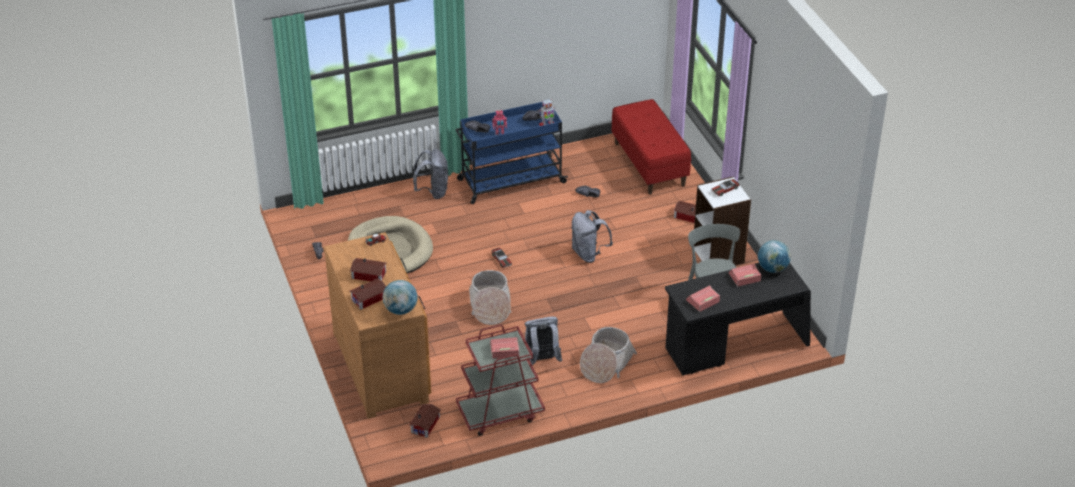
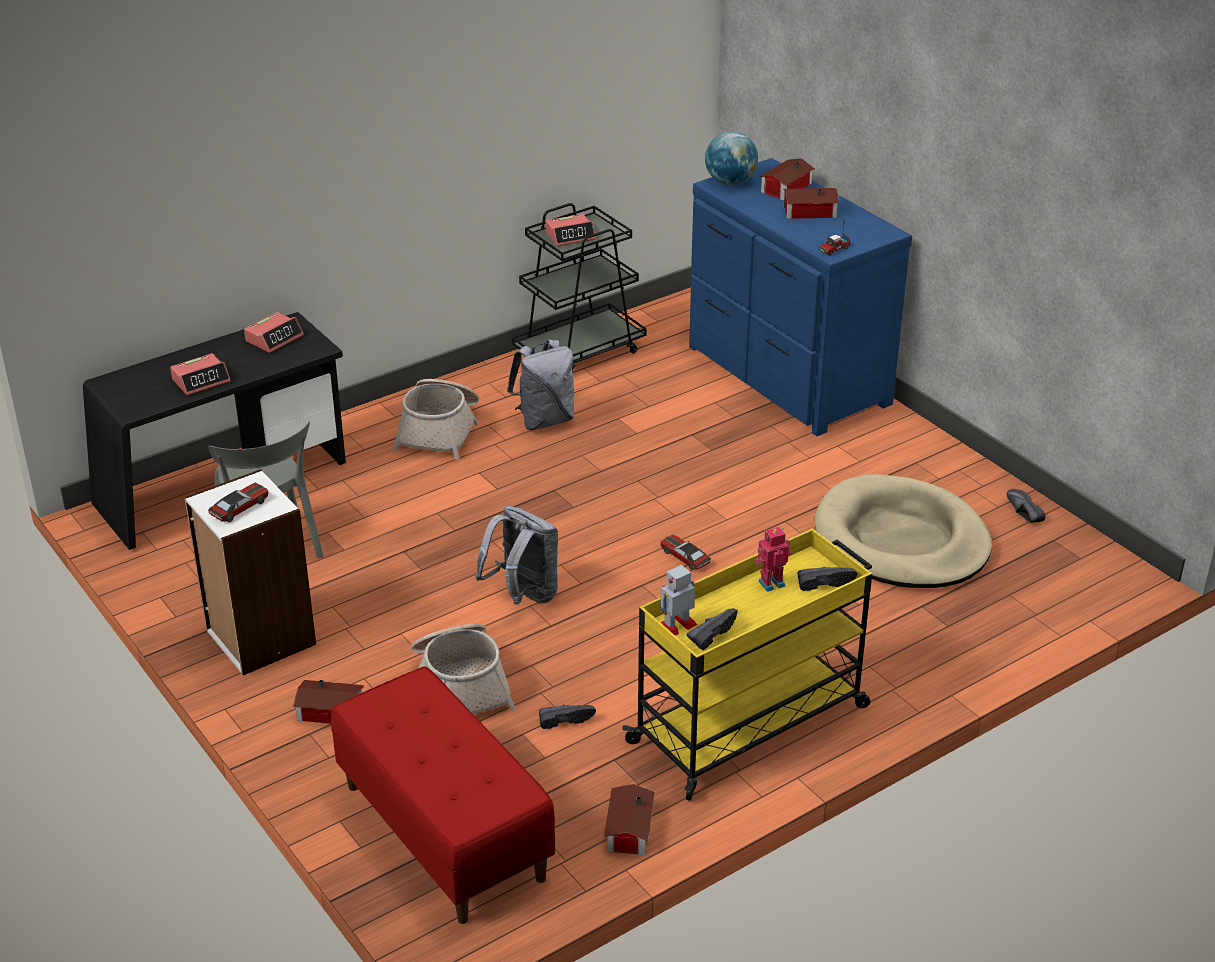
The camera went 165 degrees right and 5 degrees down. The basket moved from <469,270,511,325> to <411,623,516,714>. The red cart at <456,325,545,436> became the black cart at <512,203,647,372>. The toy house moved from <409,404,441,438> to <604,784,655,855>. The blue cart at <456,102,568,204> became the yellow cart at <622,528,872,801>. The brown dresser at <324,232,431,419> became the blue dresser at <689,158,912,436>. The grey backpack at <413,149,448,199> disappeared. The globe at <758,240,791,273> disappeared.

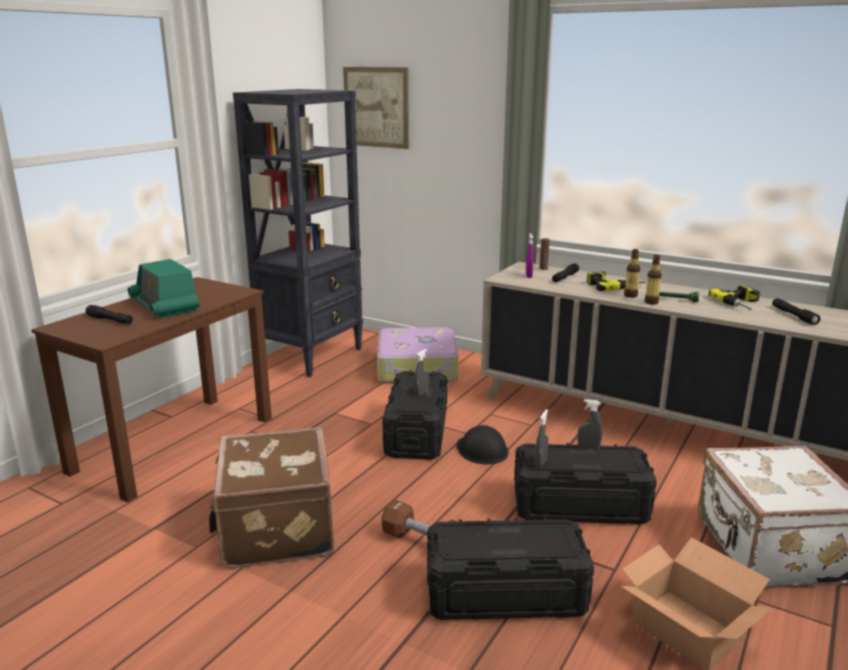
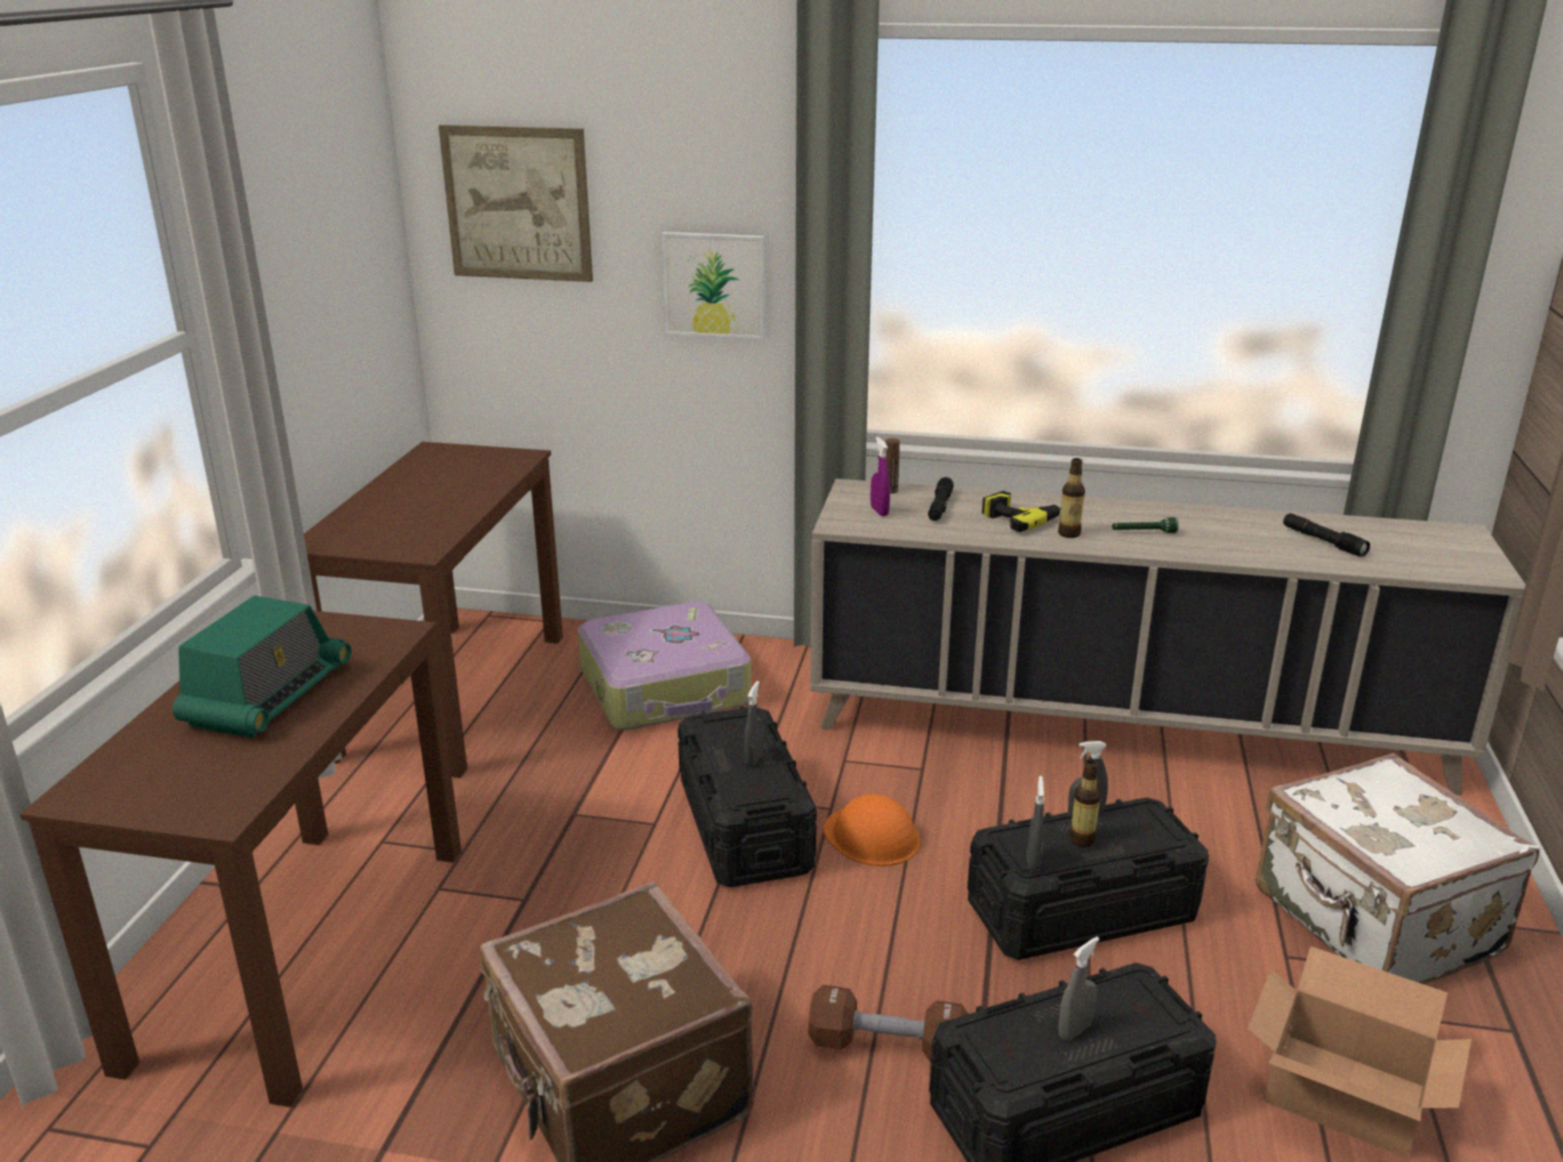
The camera went 20 degrees left and 5 degrees up. The radio at <128,259,199,318> turned 105 degrees counterclockwise. The black bookcase at <233,89,363,377> was replaced by the brown desk at <304,442,563,778>. The picture at <662,232,765,340> appeared. The black hard hat at <456,425,509,464> became the orange hard hat at <823,794,920,866>. The grey spray bottle at <1058,937,1099,1041> appeared. The bottle moved from <645,255,662,305> to <1069,759,1101,847>. The black flashlight at <86,305,133,324> disappeared. The power drill at <709,286,760,310> disappeared.

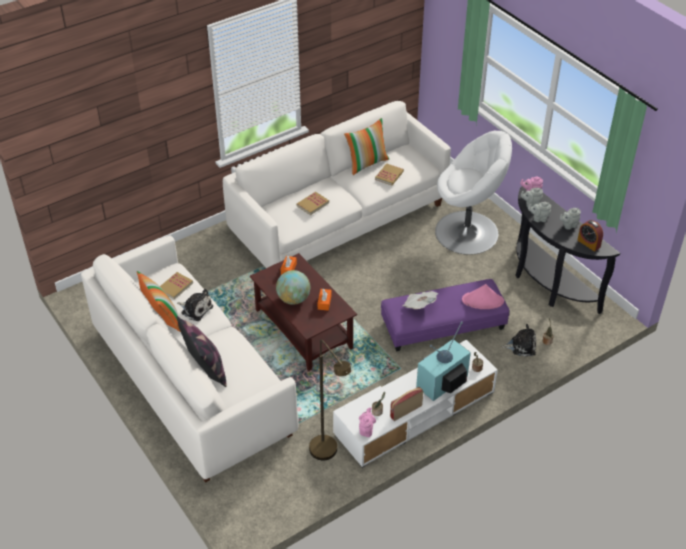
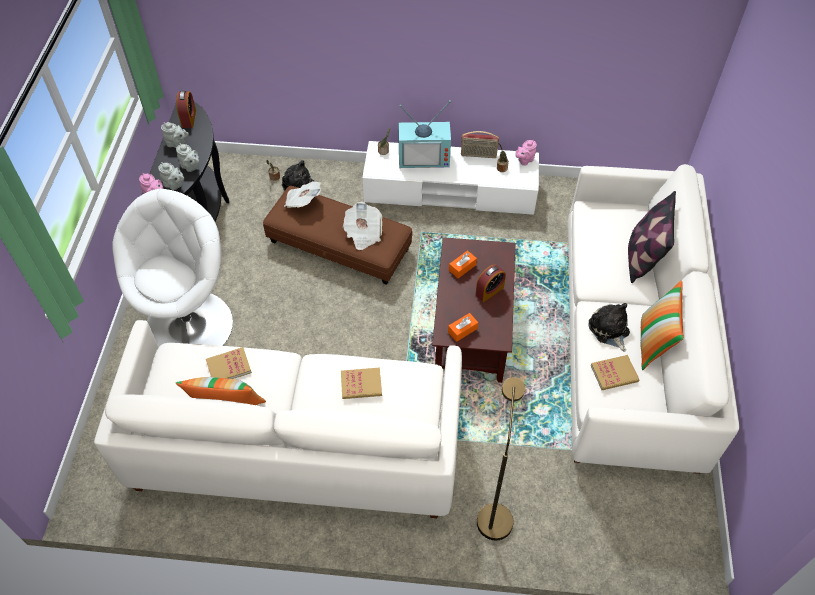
The camera went 140 degrees left and 10 degrees up. The white armchair at <435,131,512,255> turned 75 degrees clockwise. The purple ottoman at <381,279,510,351> became the brown ottoman at <263,186,413,285>. The pink hat at <462,284,504,309> was replaced by the newspaper at <284,181,321,208>. The globe at <276,270,310,305> was replaced by the alarm clock at <476,265,506,302>. The brown floor lamp moved from <309,339,351,460> to <477,377,525,540>.

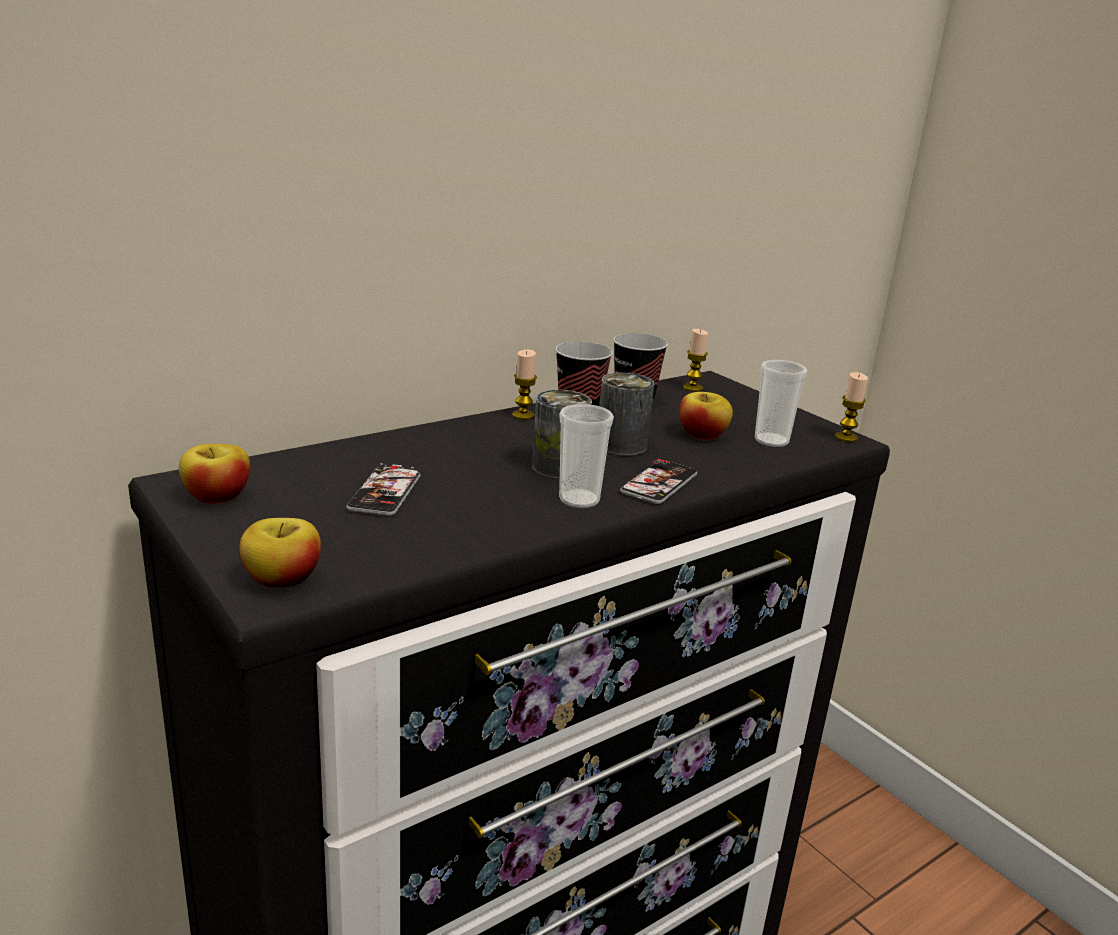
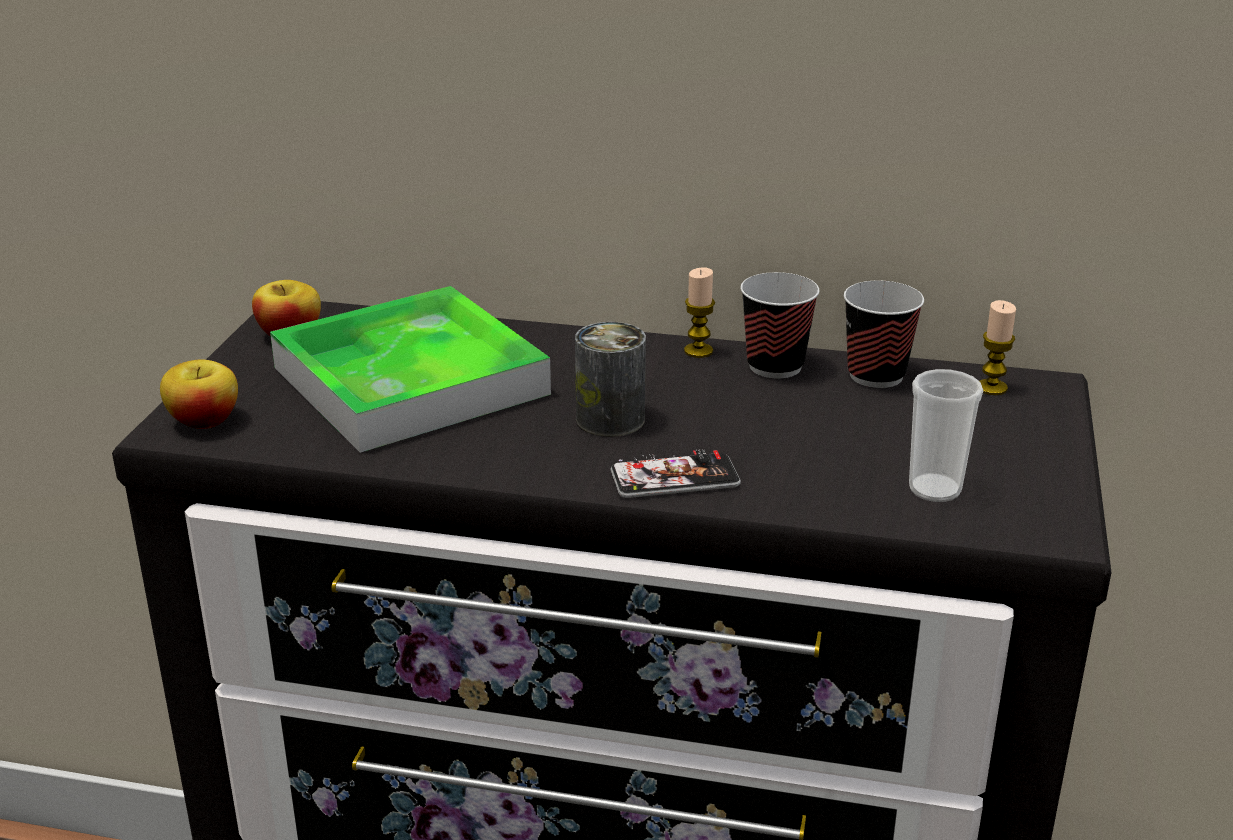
The camera went 50 degrees right and 5 degrees up. The phone at <346,463,420,516> was replaced by the tray at <270,286,551,453>. The cup at <559,404,614,508> disappeared. The can at <599,372,654,456> disappeared. The apple at <679,392,733,441> disappeared. The candle at <835,372,868,442> disappeared.

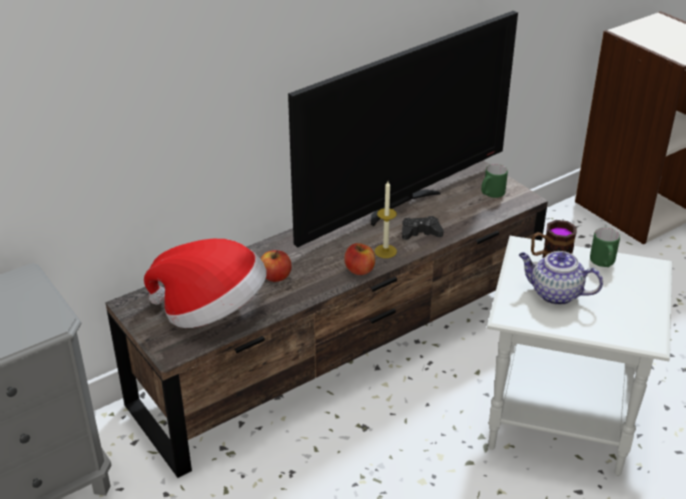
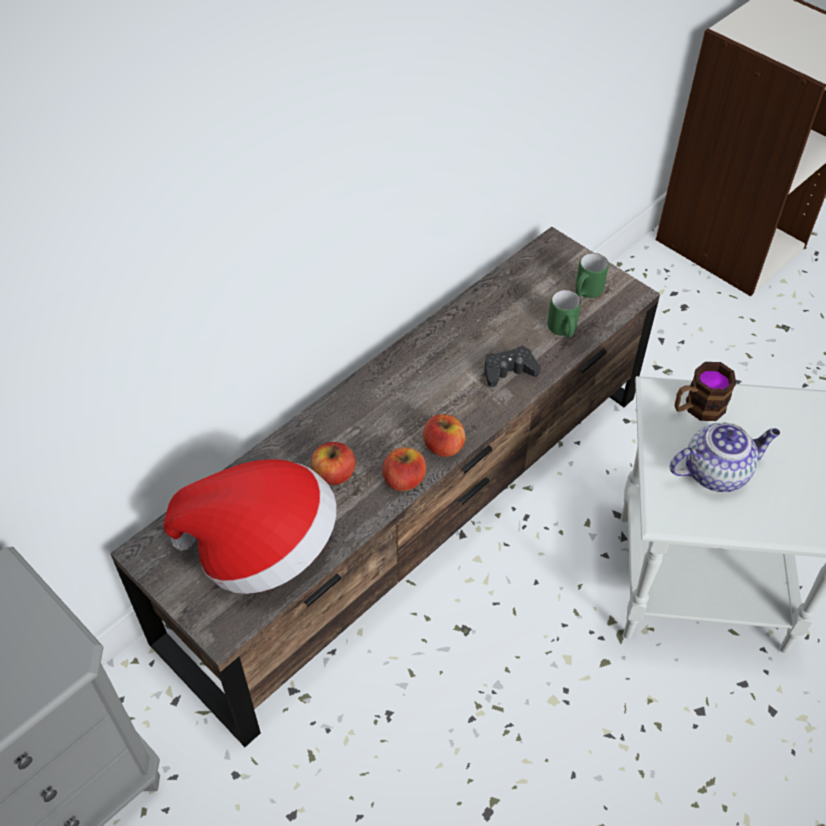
The camera went 10 degrees left and 15 degrees up. The apple at <382,447,426,491> appeared. The green mug moved from <590,228,620,267> to <547,290,581,338>. The teapot at <519,251,603,305> turned 150 degrees clockwise. The television at <288,11,518,247> disappeared. The candle at <375,181,397,258> disappeared.

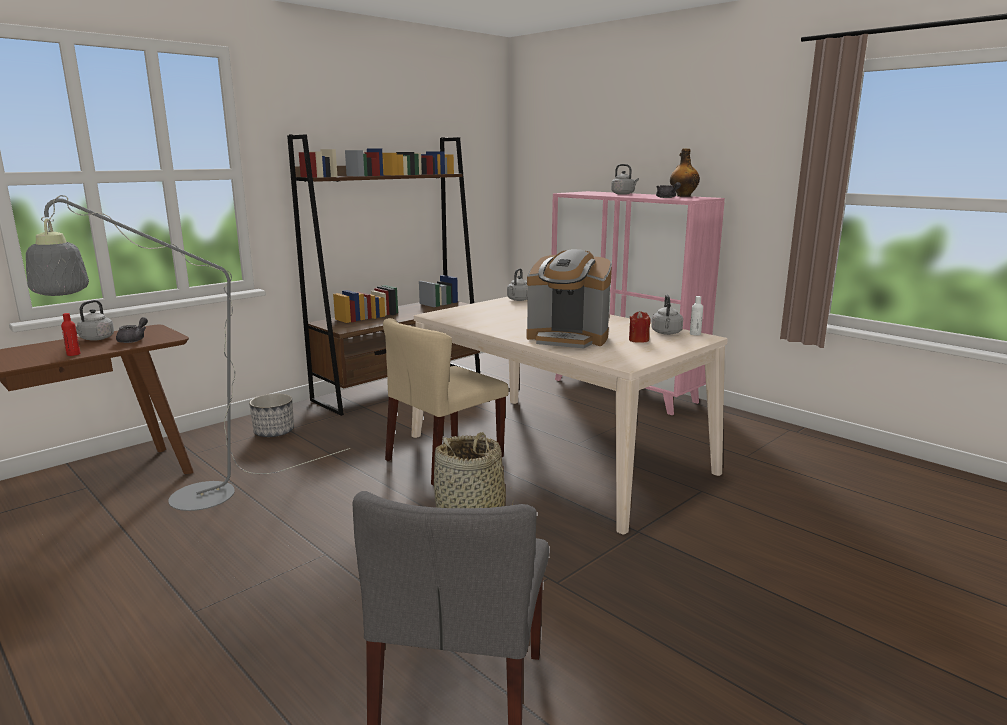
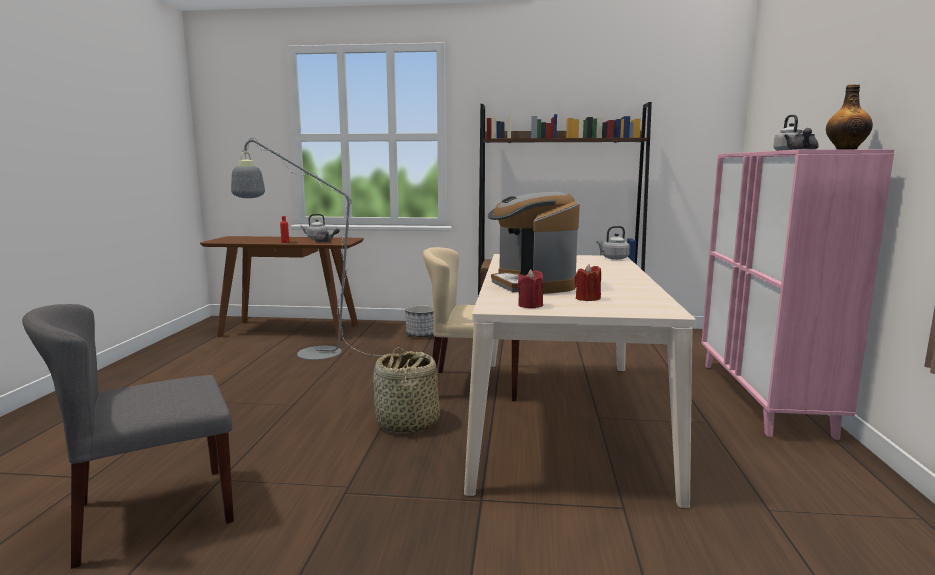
The camera went 50 degrees right and 5 degrees down. The red candle at <517,269,544,308> appeared. The grey kettle at <651,295,683,335> disappeared. The white bottle at <690,296,703,336> disappeared.

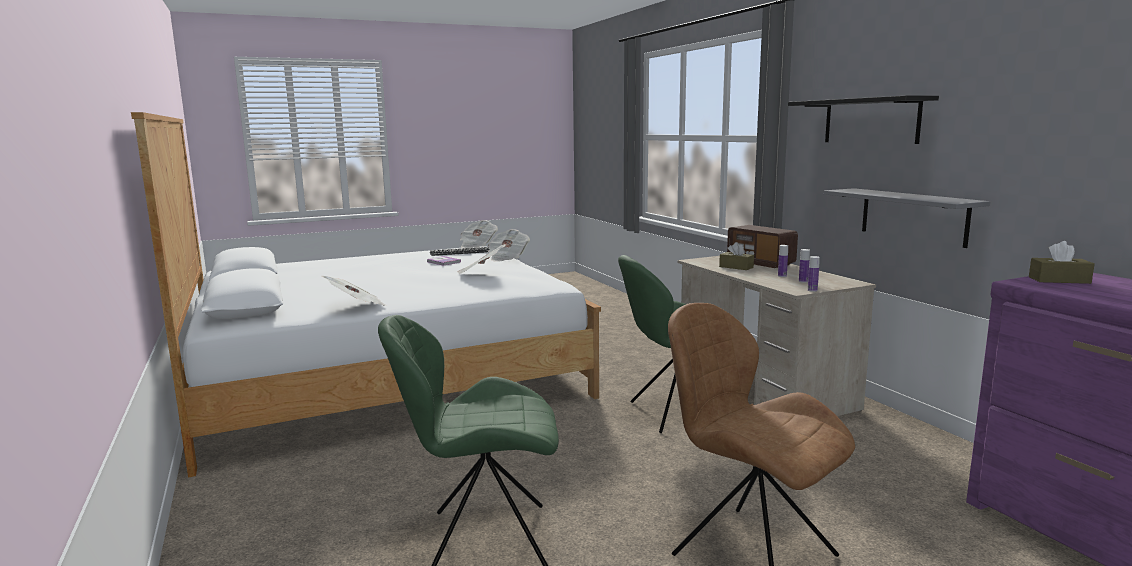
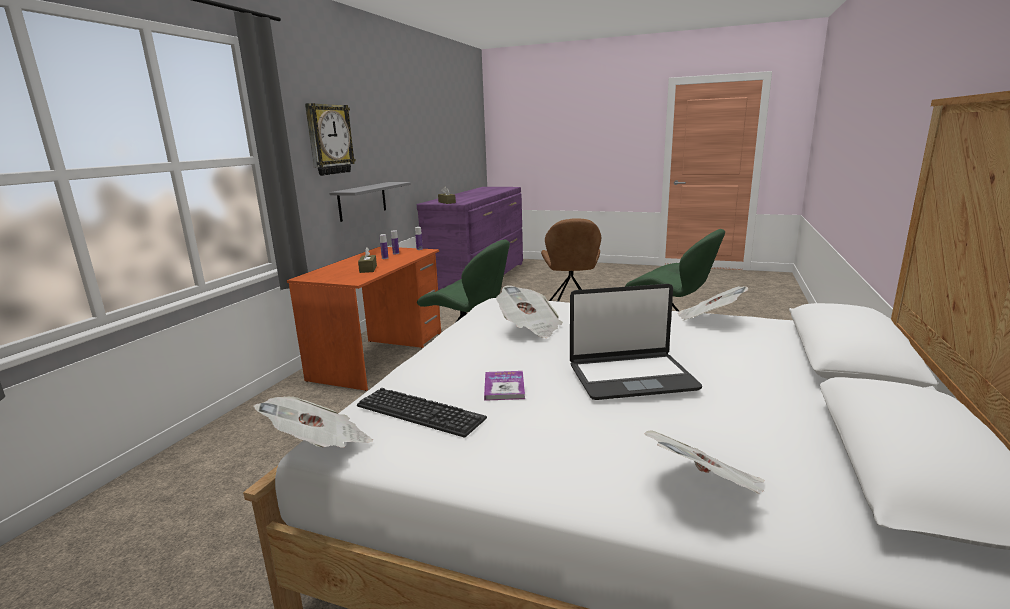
The camera went 135 degrees left and 5 degrees up. The beige desk at <678,256,876,416> became the orange desk at <287,247,441,391>. The black shelf at <788,96,939,144> was replaced by the wall clock at <305,103,356,176>. The laptop at <570,284,702,400> appeared. The newspaper moved from <488,229,530,262> to <644,430,764,494>. The radio at <727,225,798,268> disappeared.

